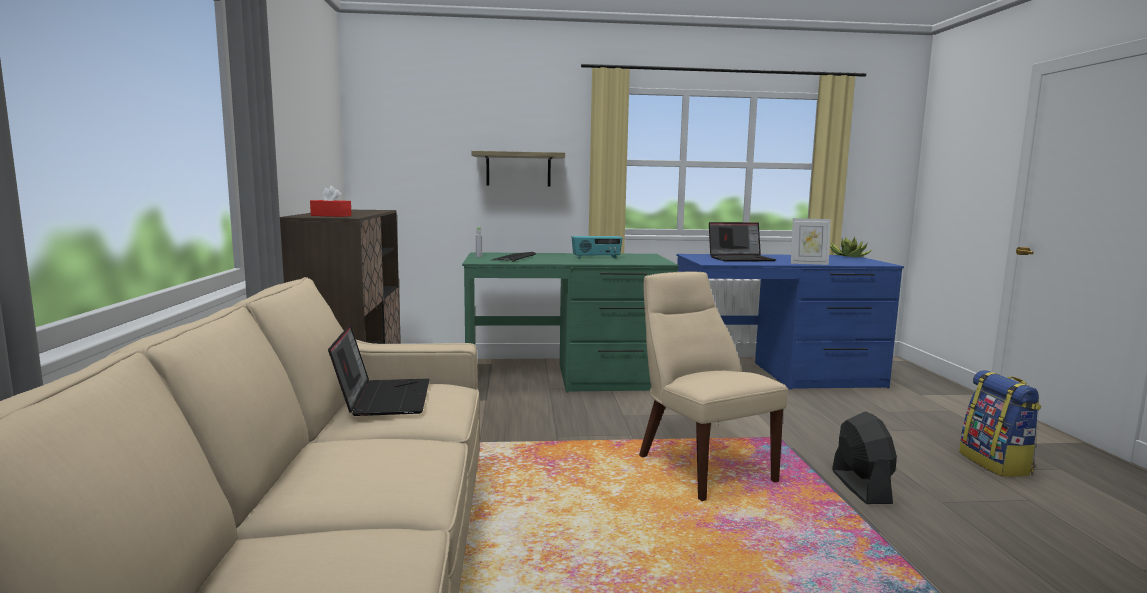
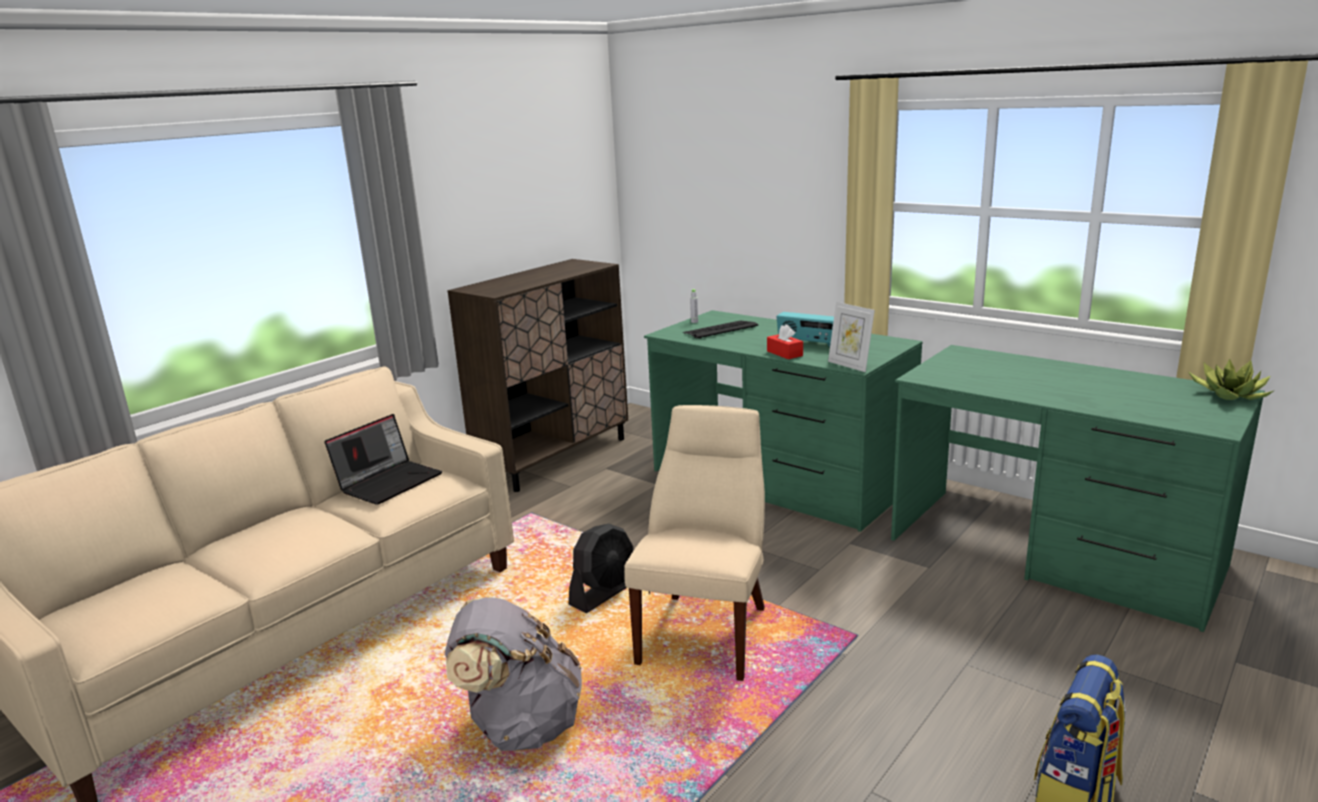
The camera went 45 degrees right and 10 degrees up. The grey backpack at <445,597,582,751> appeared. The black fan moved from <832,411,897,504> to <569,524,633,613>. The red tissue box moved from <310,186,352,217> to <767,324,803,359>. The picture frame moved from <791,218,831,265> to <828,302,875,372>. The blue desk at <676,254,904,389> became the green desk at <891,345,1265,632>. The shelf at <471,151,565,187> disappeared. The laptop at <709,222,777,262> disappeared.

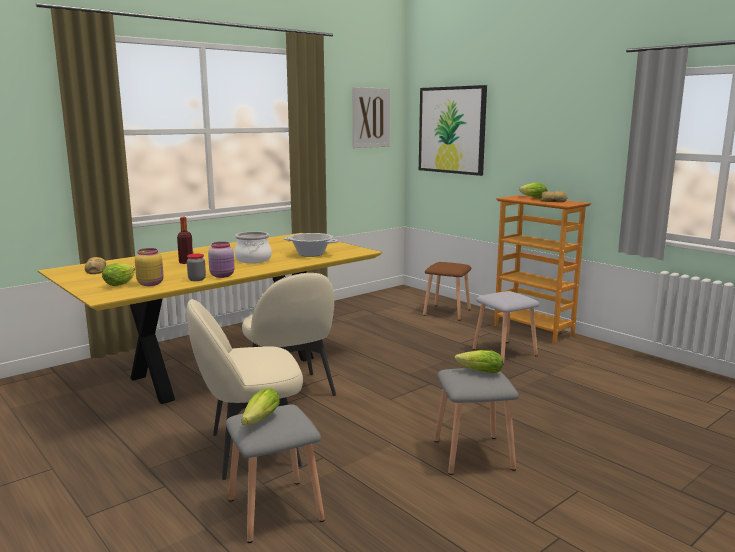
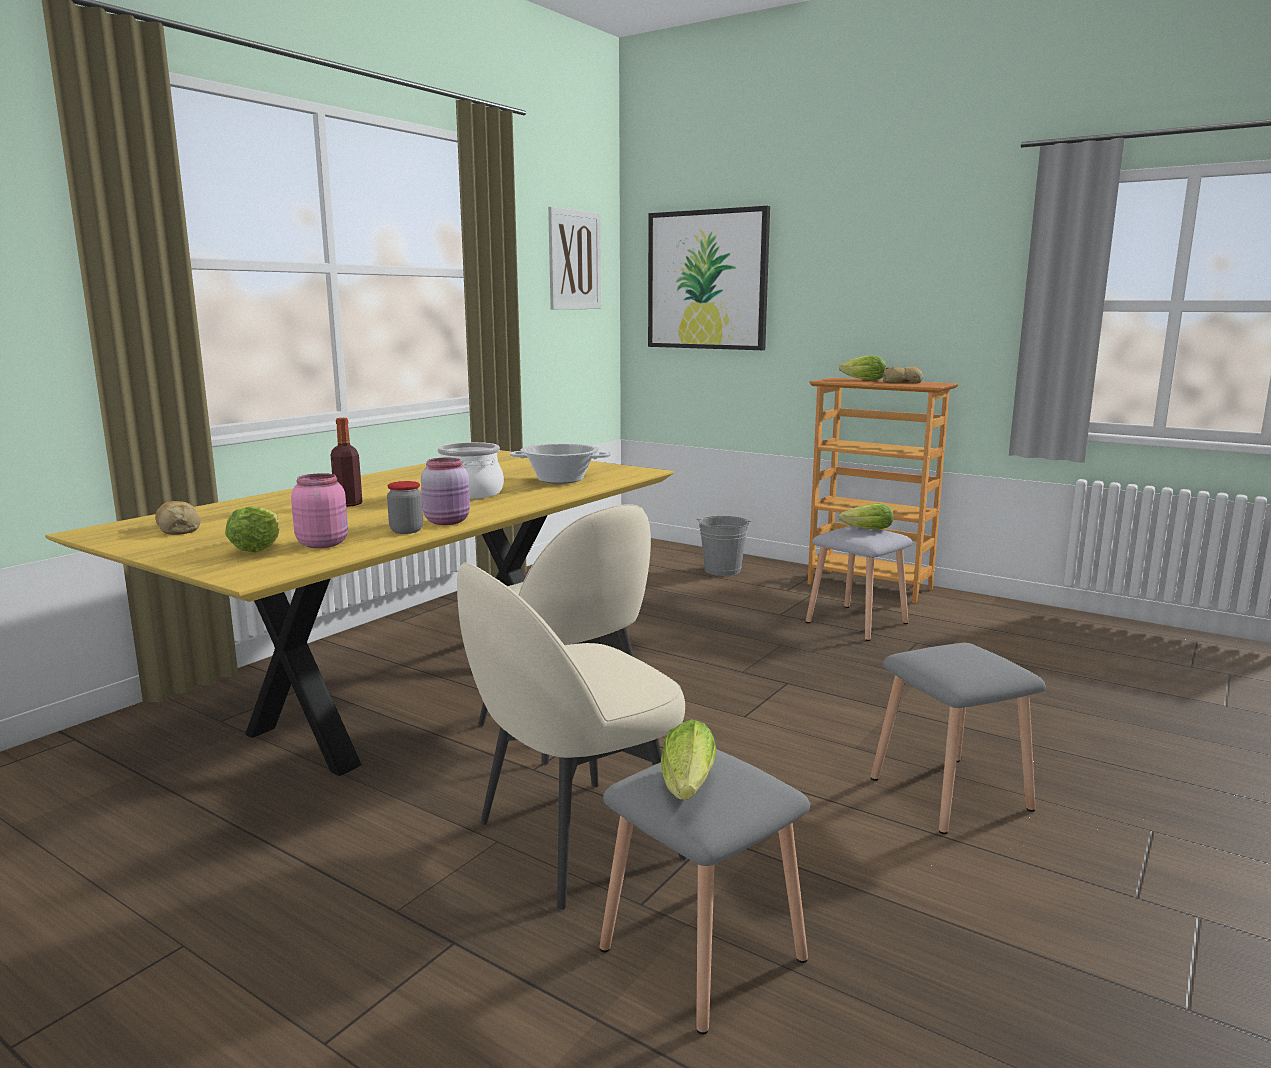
The camera went 15 degrees left and 0 degrees up. The yellow jar at <135,248,164,286> became the pink jar at <291,473,348,548>. The brown stool at <423,262,471,321> was replaced by the grey bucket at <697,516,752,576>. The lettuce moved from <455,350,503,373> to <838,503,893,529>.

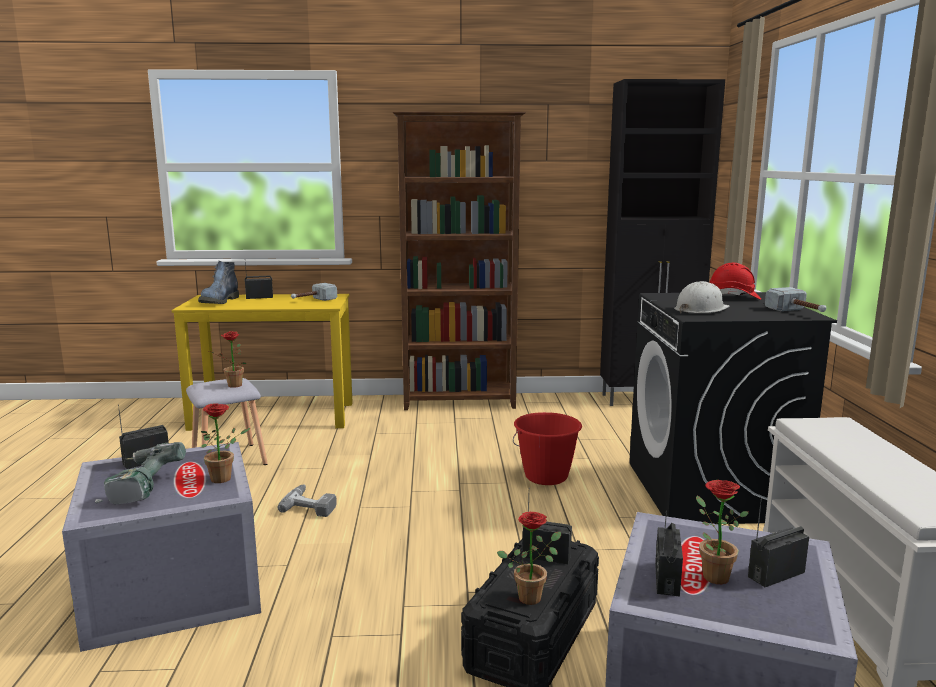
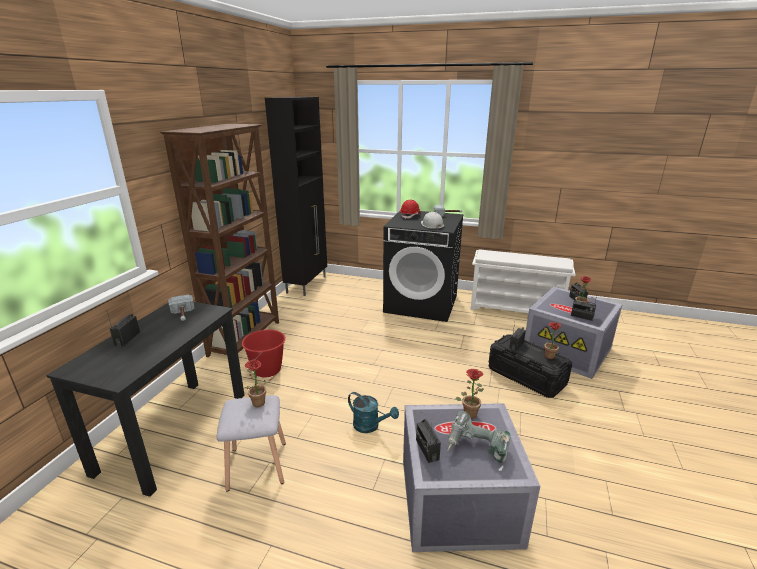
The camera went 70 degrees left and 10 degrees up. The yellow desk at <172,294,353,431> became the black desk at <46,302,244,497>. The red bucket moved from <513,412,582,485> to <242,329,286,378>. The power drill at <278,485,337,517> was replaced by the turquoise watering can at <348,392,399,433>. The boot at <198,261,239,304> disappeared.

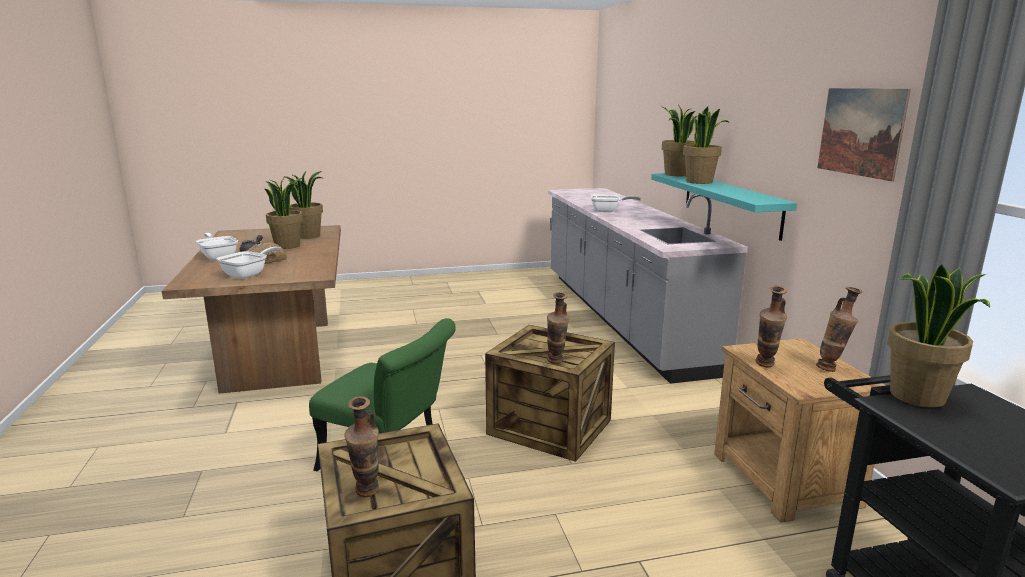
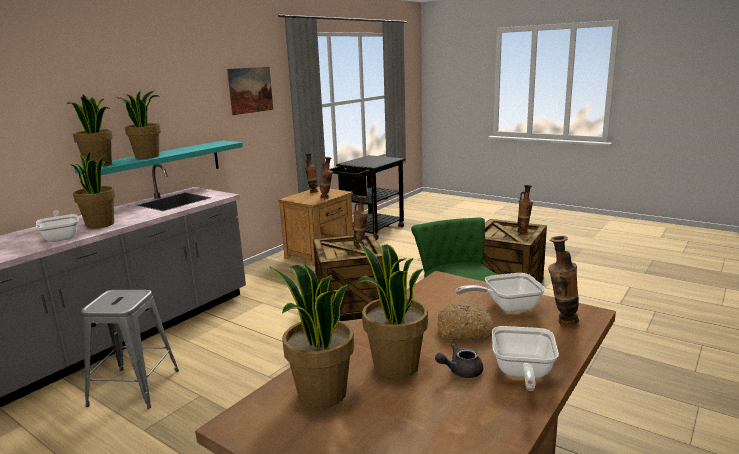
The camera went 130 degrees left and 0 degrees up. The potted plant moved from <887,265,990,407> to <70,152,115,229>. The grey stool at <81,290,179,409> appeared. The vase at <548,236,579,326> appeared.

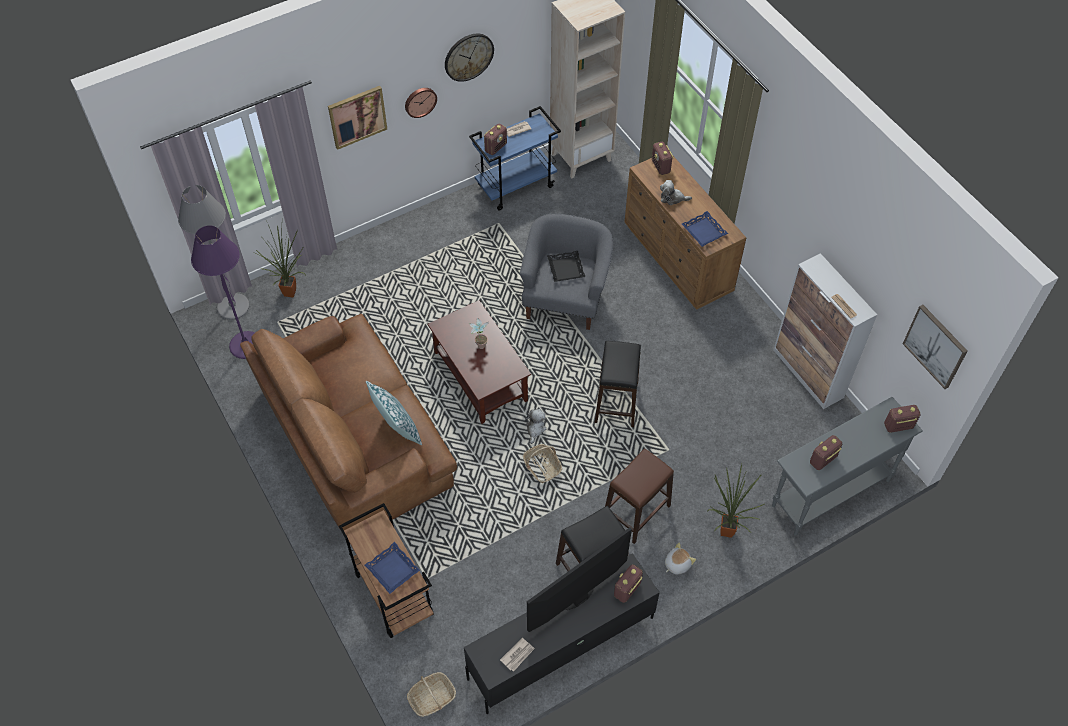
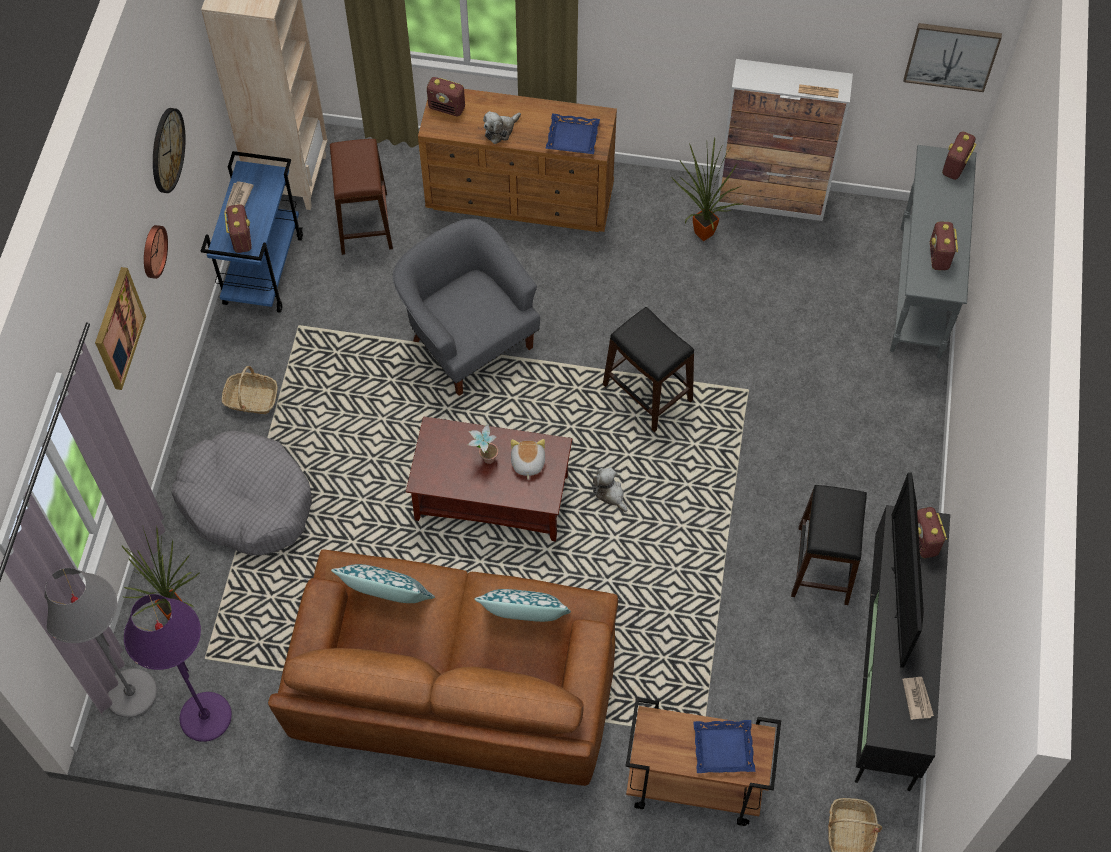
The camera went 50 degrees left and 5 degrees up. The grey dog bed at <172,430,312,555> appeared. The basket moved from <523,444,562,483> to <222,366,277,414>. The brown stool moved from <605,448,674,544> to <330,139,393,255>. The pillow at <331,564,435,603> appeared. The plush toy moved from <665,543,696,575> to <511,439,545,480>. The potted plant moved from <708,464,764,538> to <671,138,743,241>. The black tray at <547,251,585,282> disappeared.

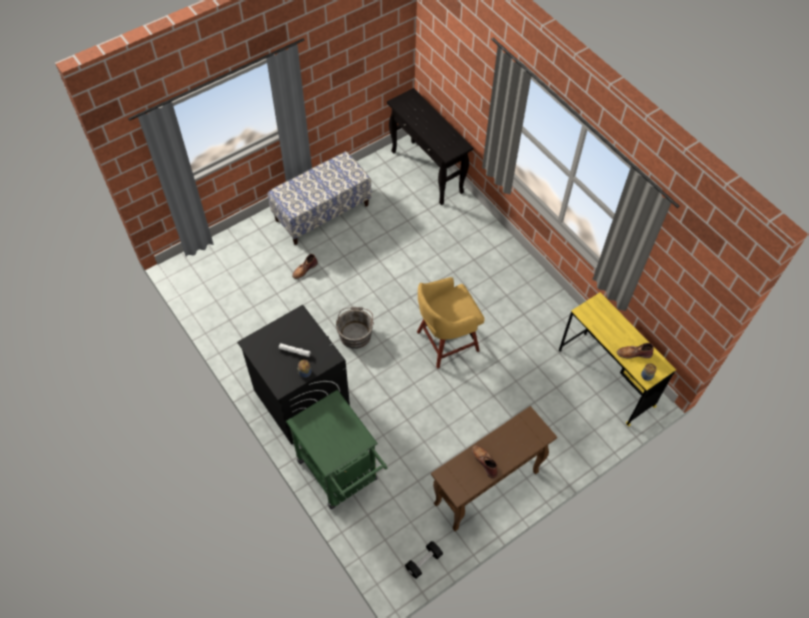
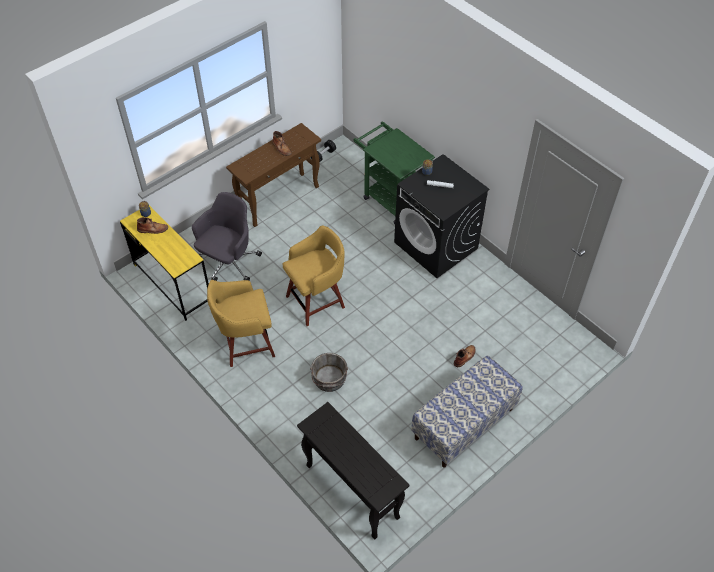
The camera went 175 degrees right and 5 degrees down. The grey office chair at <192,192,262,281> appeared. The yellow stool at <207,280,275,367> appeared. The grey bucket moved from <336,307,374,349> to <310,353,348,392>.

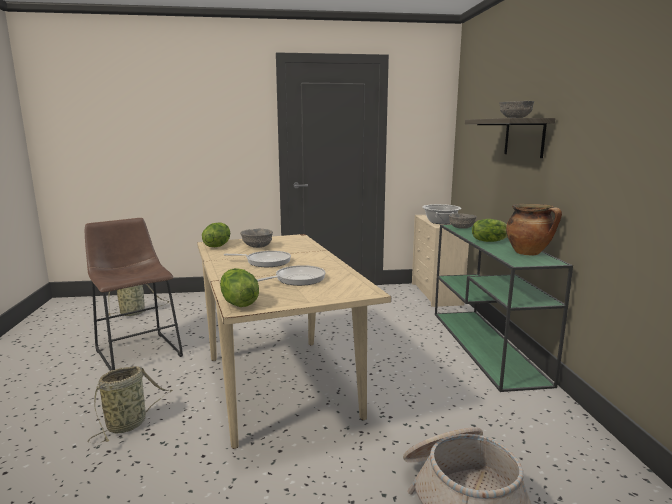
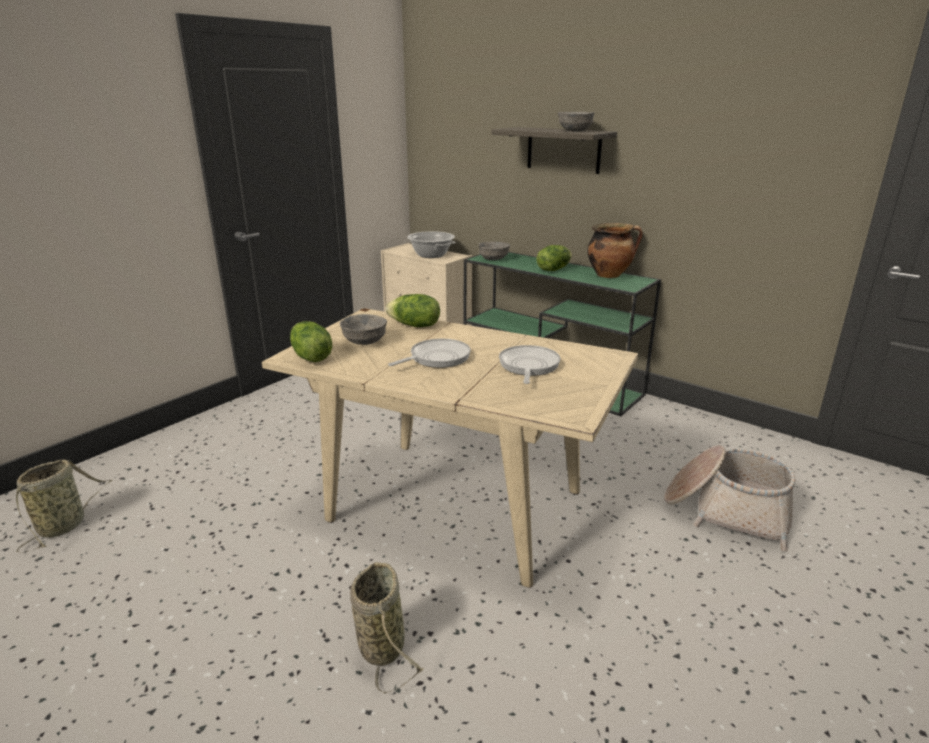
The camera went 45 degrees left and 10 degrees up. The lettuce moved from <220,268,259,307> to <386,294,440,327>. The brown stool at <85,218,183,371> disappeared.

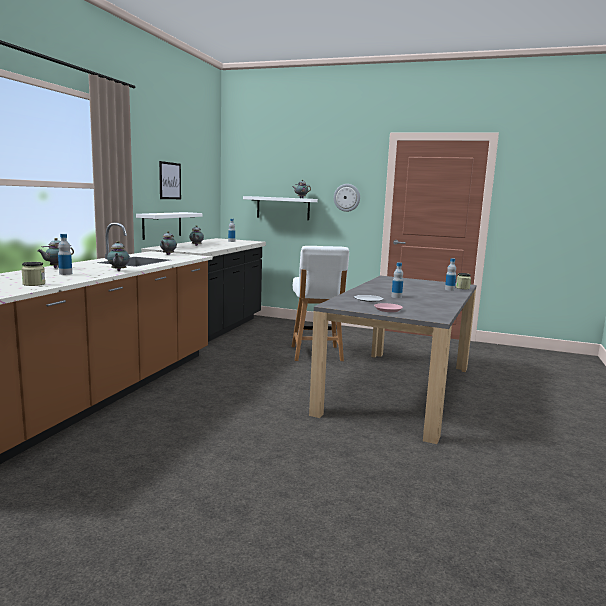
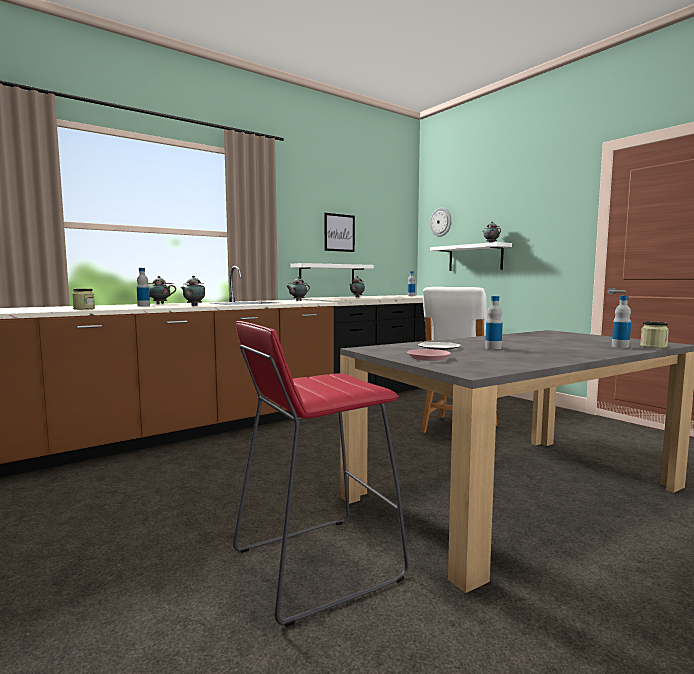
The camera went 35 degrees right and 5 degrees down. The red stool at <233,321,409,627> appeared. The wall clock moved from <334,184,360,212> to <430,207,452,237>.

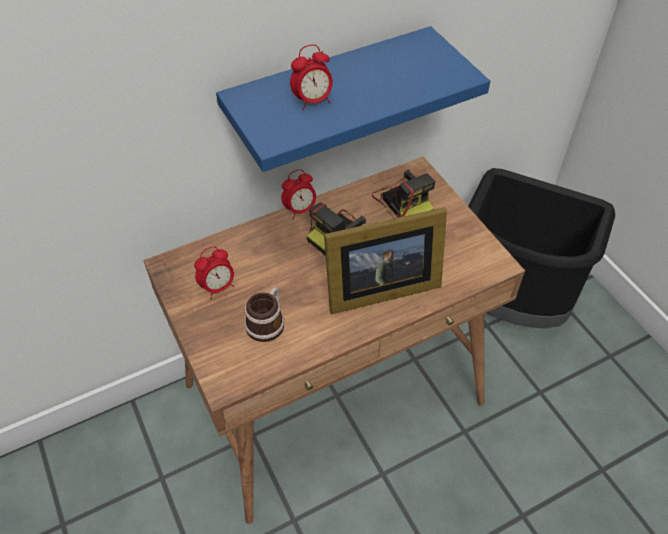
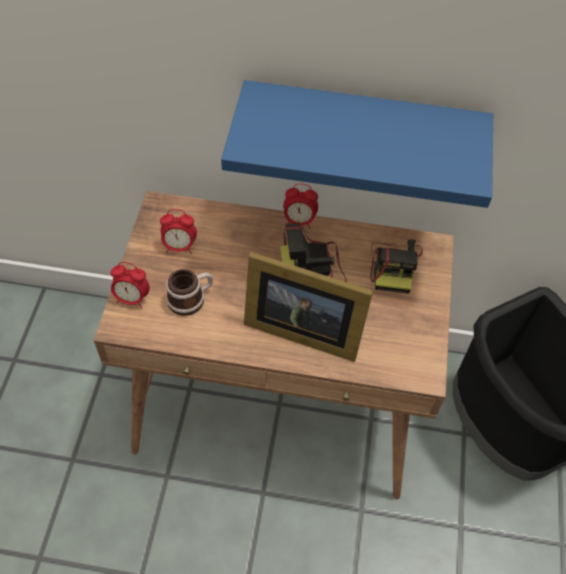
The camera went 35 degrees right and 5 degrees up. The alarm clock moved from <290,44,333,110> to <110,262,150,308>.

